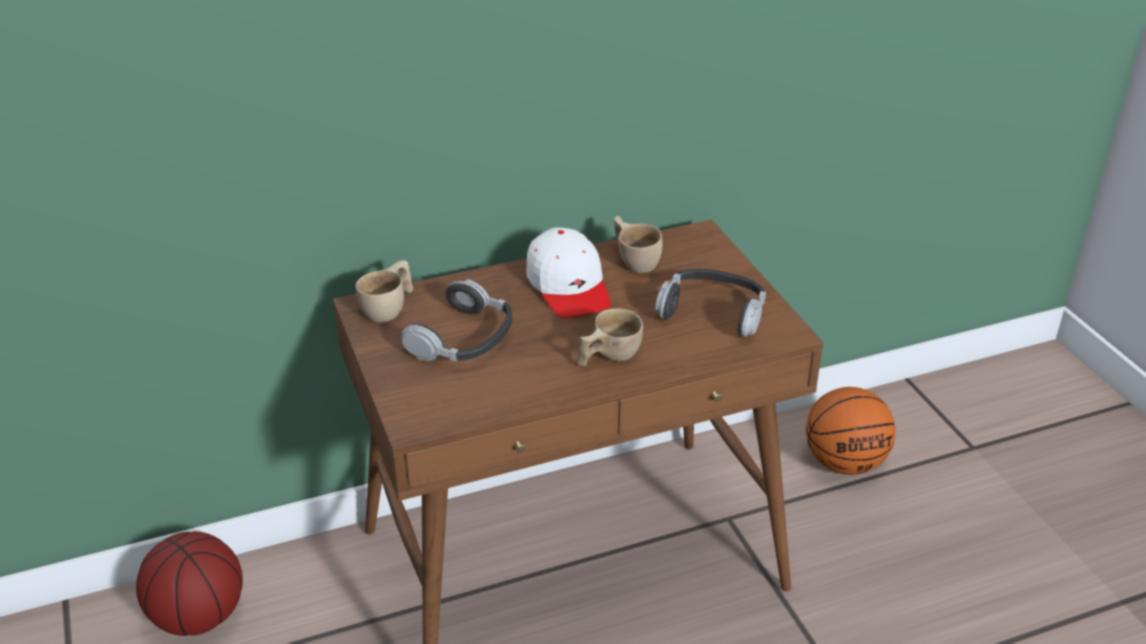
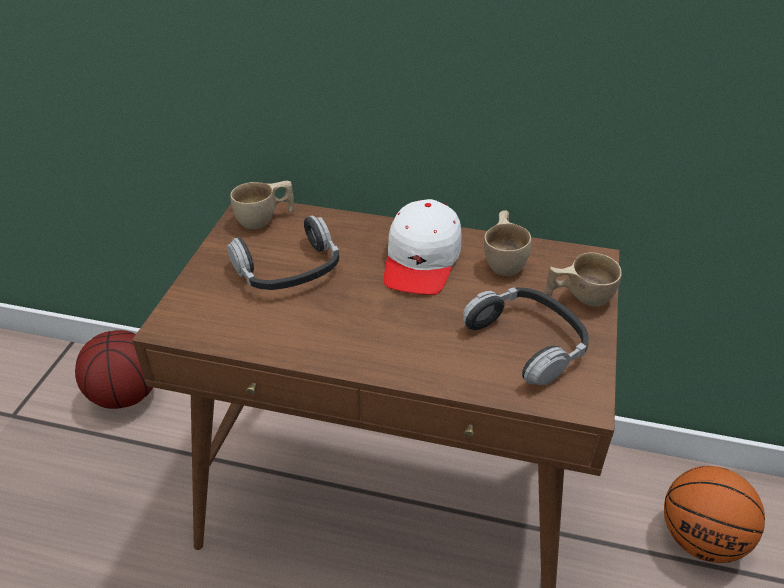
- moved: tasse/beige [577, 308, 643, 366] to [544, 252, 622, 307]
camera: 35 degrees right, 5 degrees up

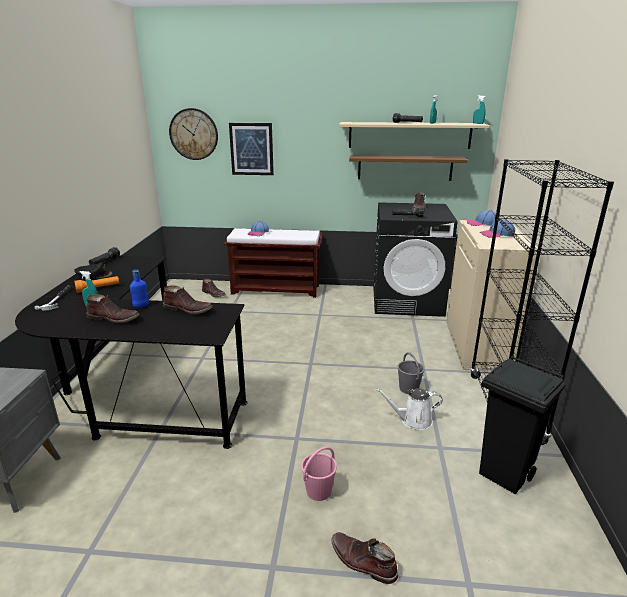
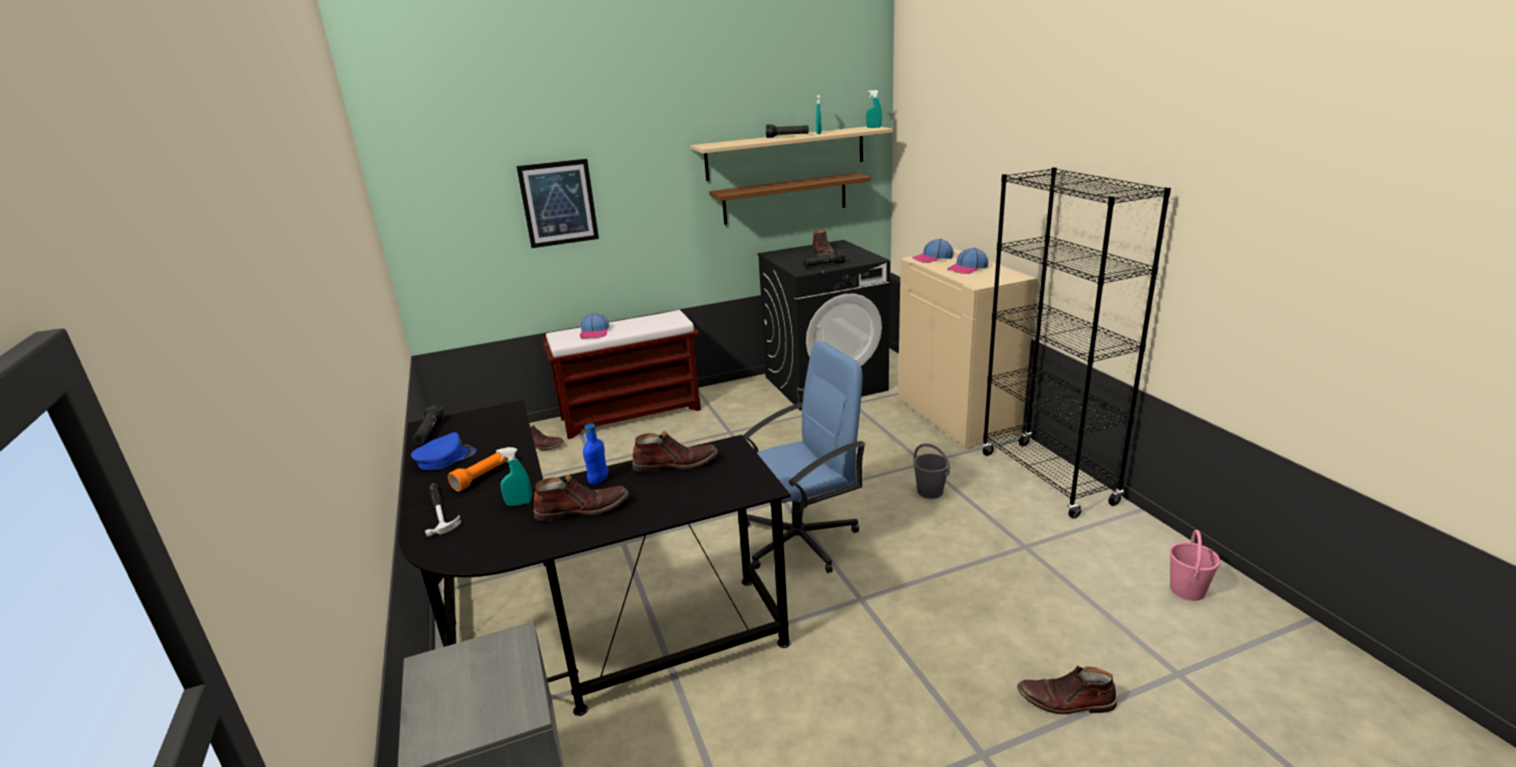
- recoloured: casquette/noir [74, 262, 113, 280] to casquette/bleu [411, 432, 476, 470]
- removed: horloge murale [169, 108, 218, 160]
- moved: seau/rose [301, 446, 337, 501] to [1170, 530, 1221, 601]
- removed: arrosoir/blanc [375, 388, 443, 430]
- removed: poubelle/noir [479, 355, 566, 494]
- added: chaise de bureau/bleu [743, 341, 866, 573]
camera: 25 degrees left, 0 degrees up

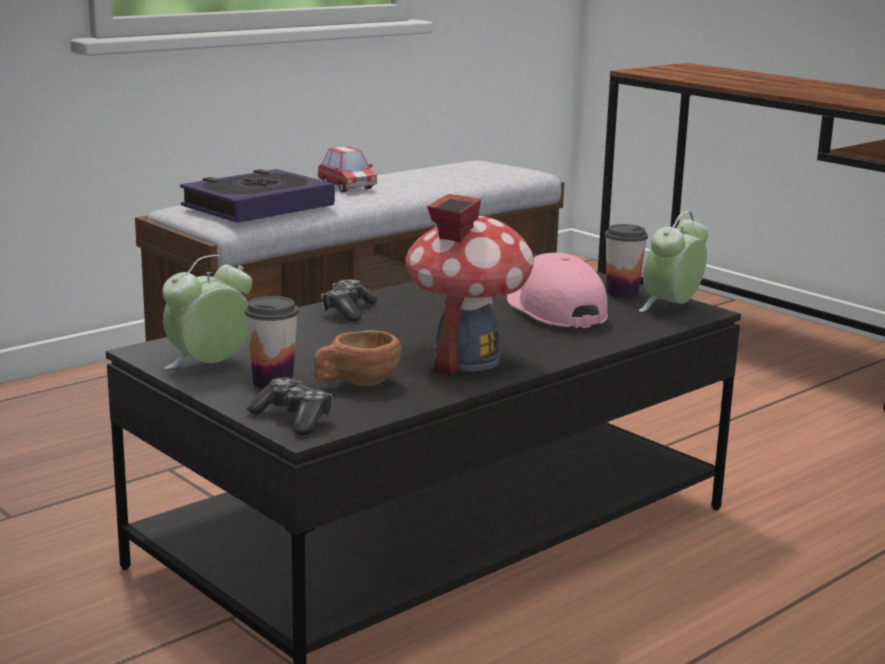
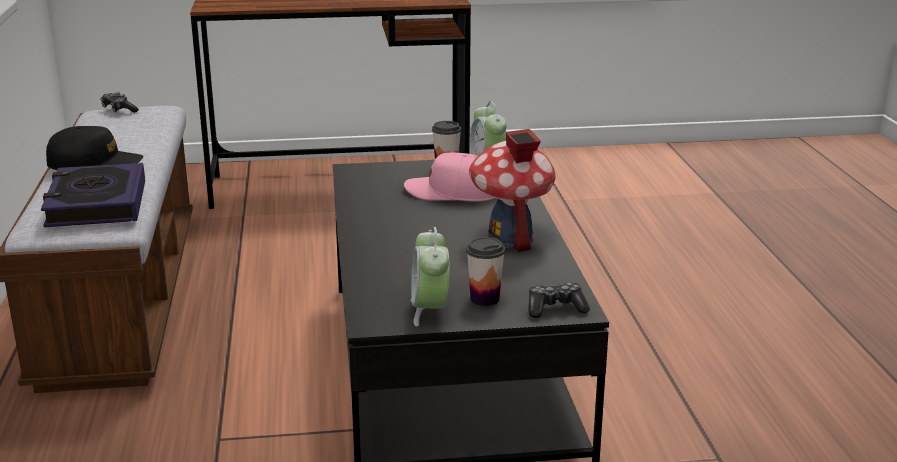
- removed: tasse/marron [314, 330, 401, 386]
- replaced: petite voiture [317, 146, 377, 192] to casquette/noir [46, 126, 143, 170]
- moved: manette [321, 279, 377, 321] to [100, 92, 139, 113]
camera: 55 degrees left, 5 degrees up

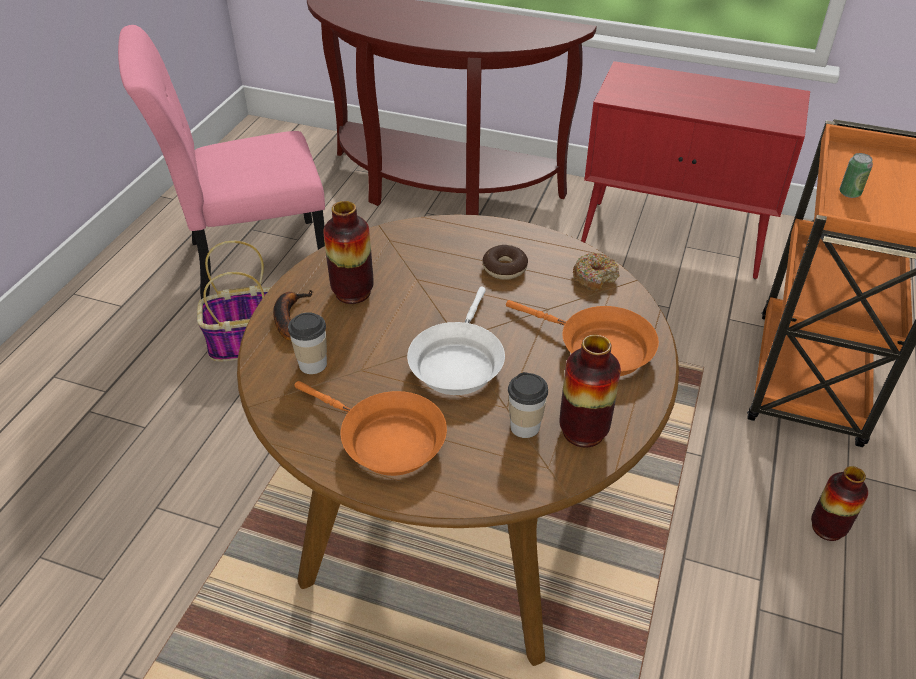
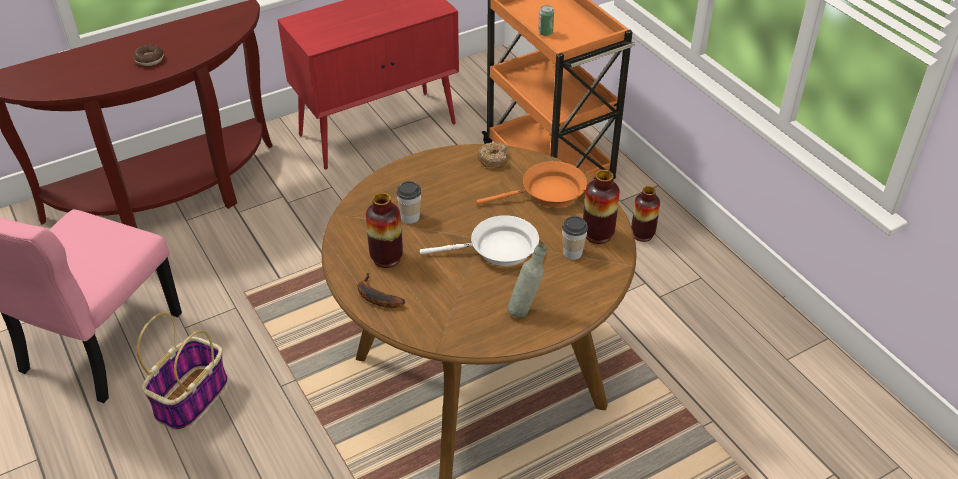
- moved: tasse [288, 312, 327, 374] to [396, 181, 421, 224]
- replaced: poêle/orange [295, 381, 447, 476] to bouteille/gris [507, 244, 546, 318]
- turned: poêle/blanc [407, 286, 505, 395] = [420, 215, 539, 266] 60 degrees counterclockwise
- moved: beignet [483, 245, 528, 280] to [133, 45, 164, 66]
camera: 50 degrees left, 0 degrees up

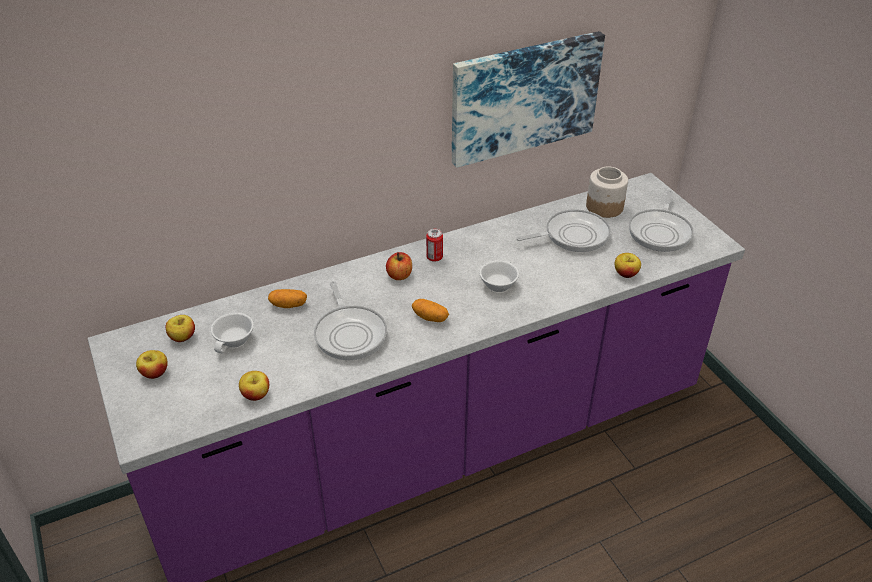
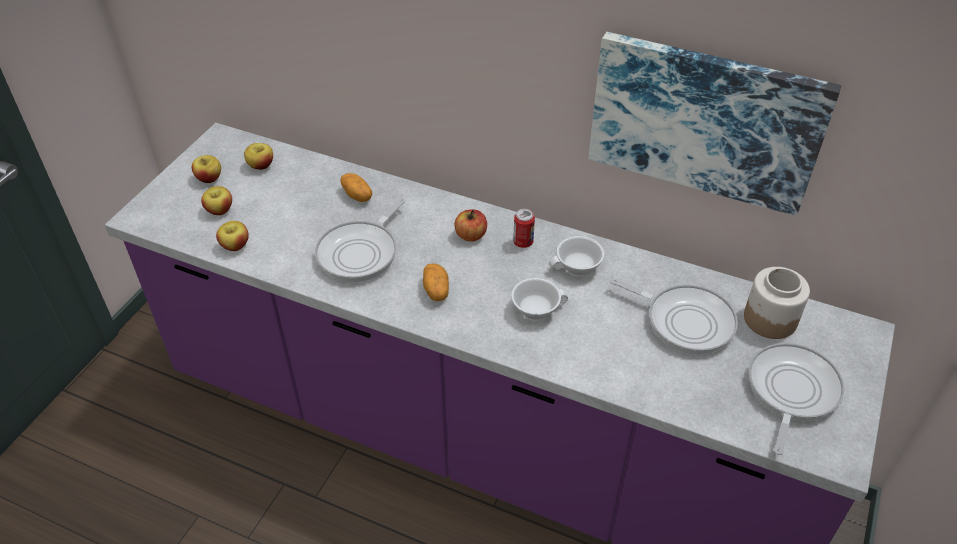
- moved: tasse/blanc [211, 313, 254, 353] to [549, 236, 604, 277]
- moved: pomme [615, 253, 641, 278] to [201, 186, 232, 215]
- turned: poêle [629, 190, 694, 252] = [749, 343, 845, 455] 135 degrees clockwise
camera: 50 degrees right, 5 degrees up

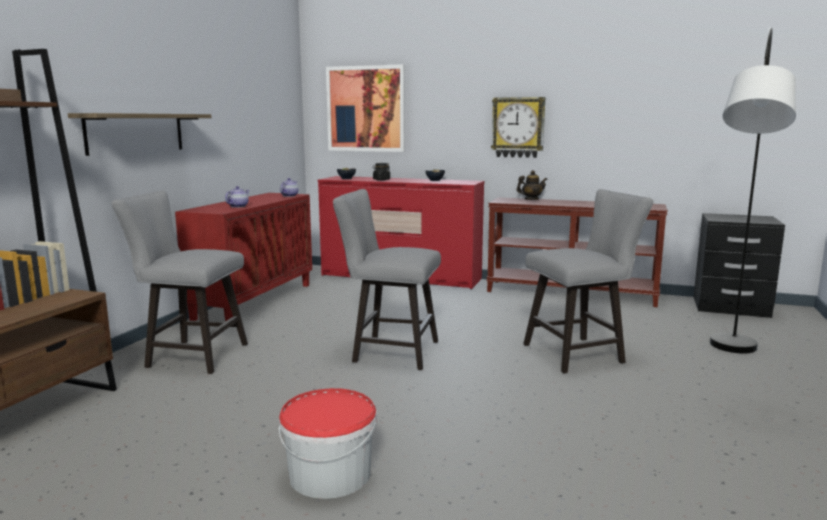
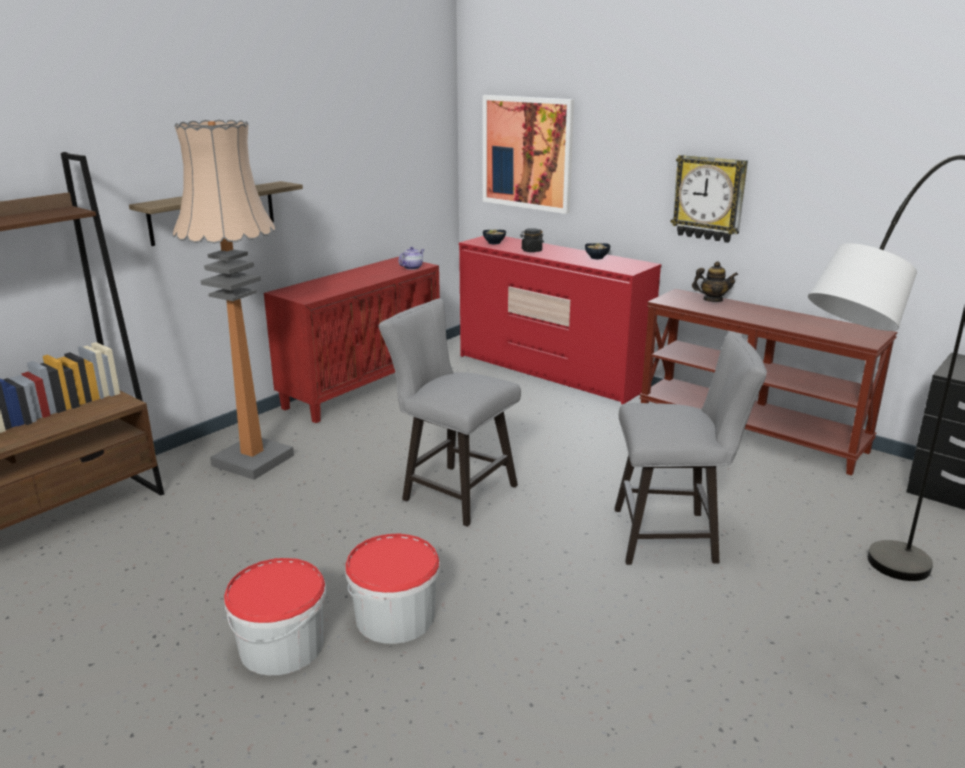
- replaced: chaise/gris [111, 190, 248, 374] to lampadaire [172, 120, 294, 480]
- removed: théière [225, 186, 249, 208]
- added: seau [345, 533, 440, 644]
camera: 20 degrees right, 10 degrees up

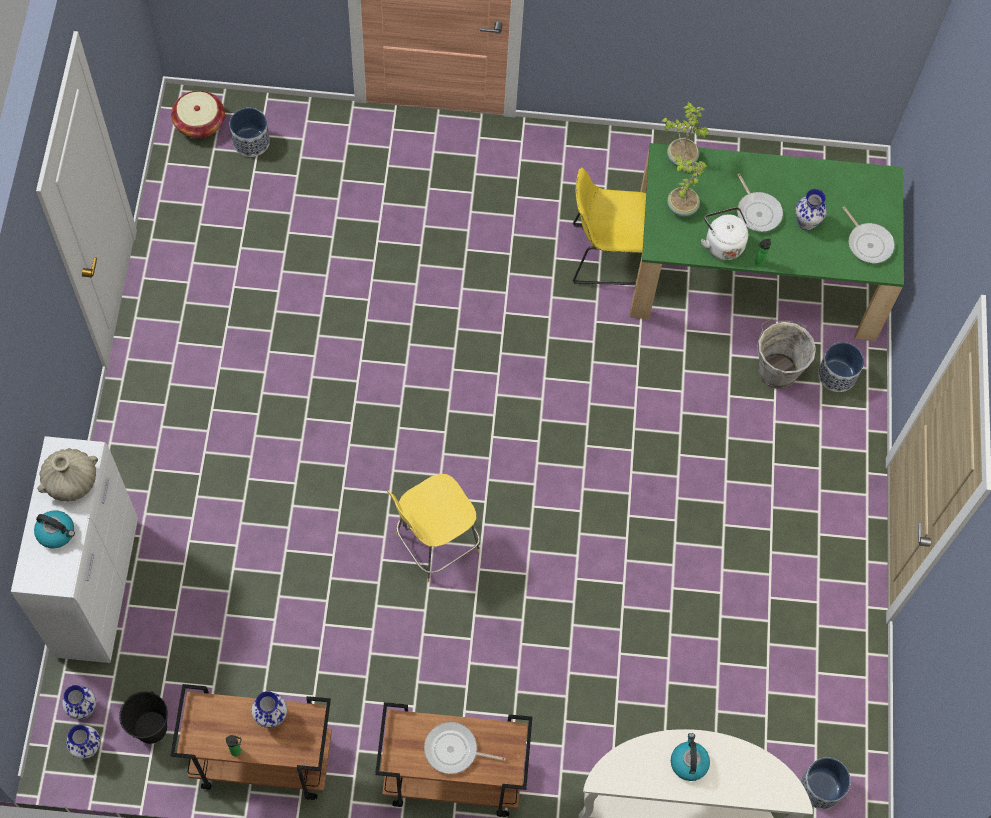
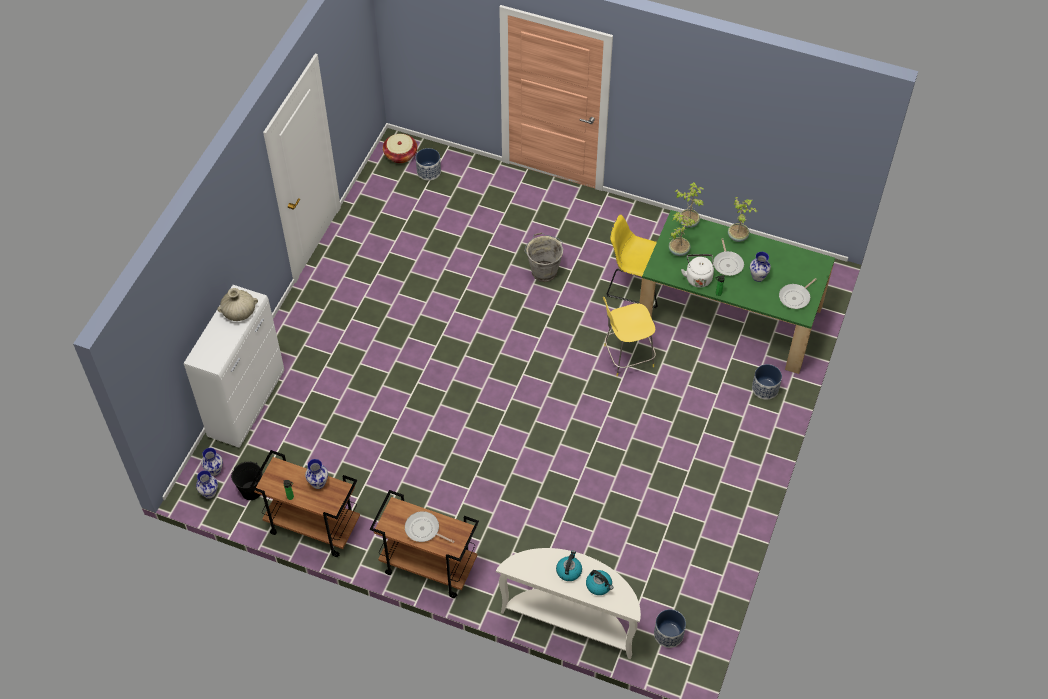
- moved: bouilloire [34, 510, 75, 549] to [586, 570, 613, 595]
- moved: tabouret/jaune [387, 474, 480, 582] to [603, 297, 656, 377]
- moved: seau/gris [757, 318, 816, 389] to [525, 232, 563, 282]
- turned: poêle [842, 206, 895, 263] = [779, 278, 817, 309] 60 degrees clockwise
- added: plante en pot [728, 197, 757, 242]
camera: 20 degrees right, 10 degrees down

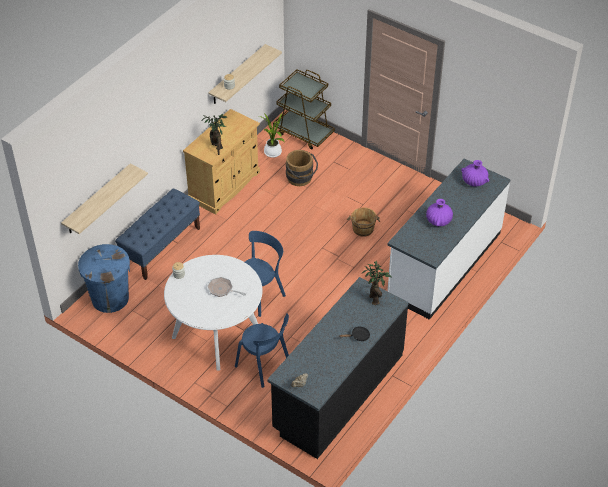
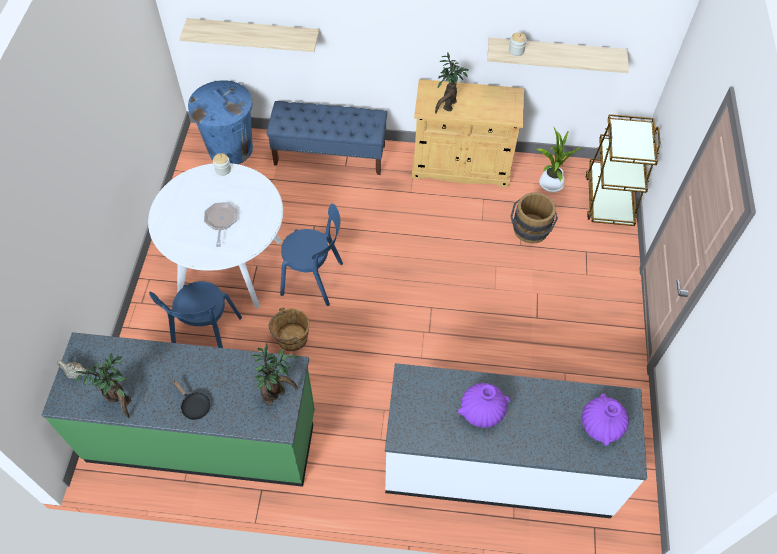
- recoloured: comptoir de cuisine/noir [267, 277, 409, 459] to comptoir de cuisine/vert [42, 332, 315, 487]
- moved: seau/marron [347, 207, 380, 237] to [269, 308, 309, 351]
- added: plante en pot [74, 353, 131, 418]
camera: 60 degrees right, 10 degrees up

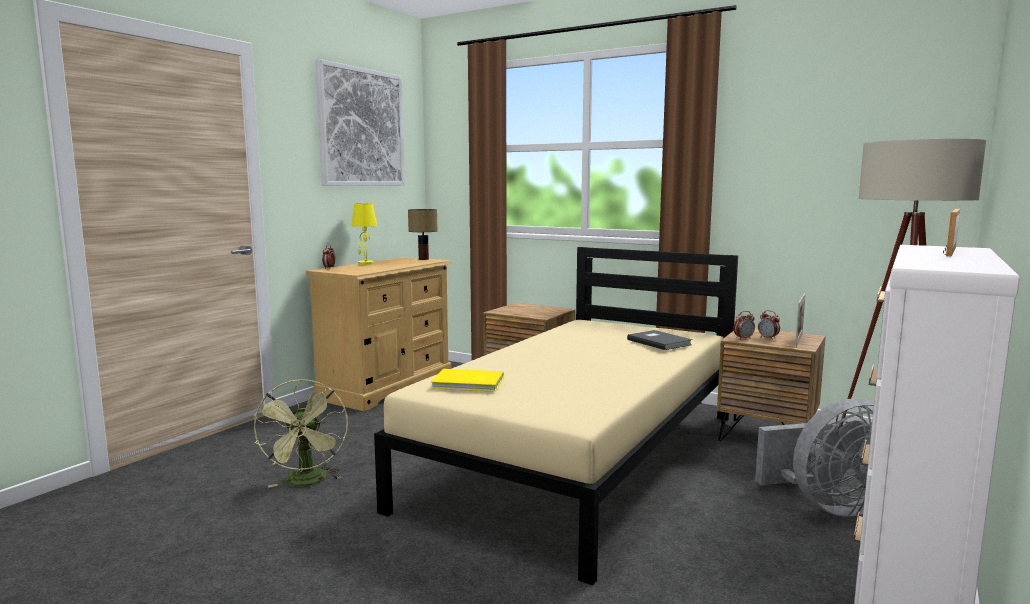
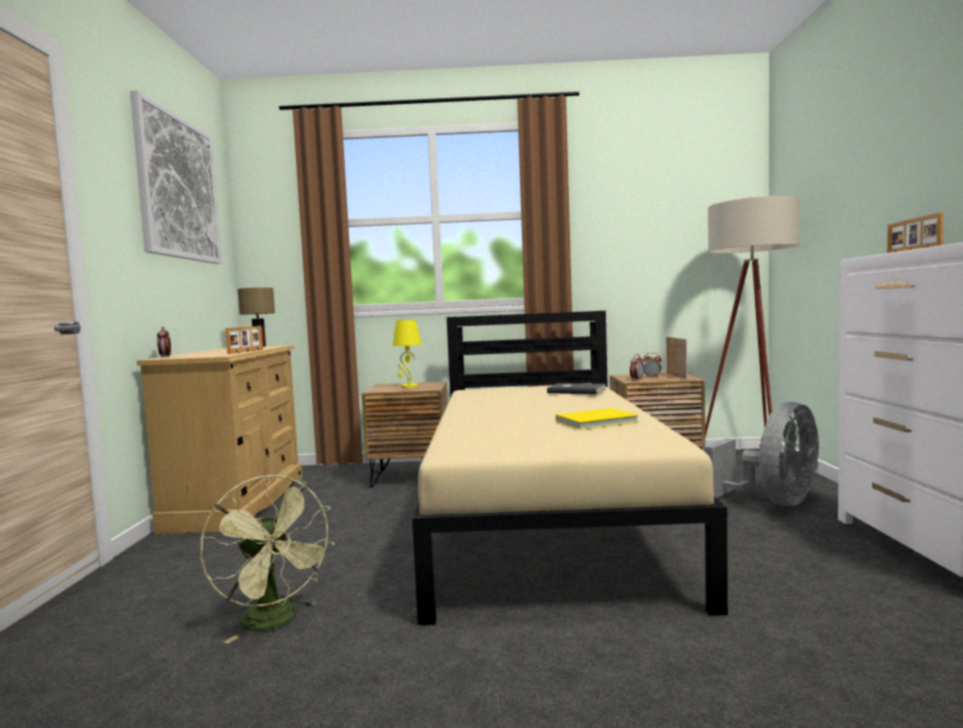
- moved: lampe de table/jaune [351, 203, 377, 265] to [393, 320, 421, 388]
- moved: livre/jaune [431, 369, 504, 392] to [555, 408, 639, 430]
- added: cadre photo [225, 326, 263, 354]
camera: 30 degrees left, 5 degrees down

